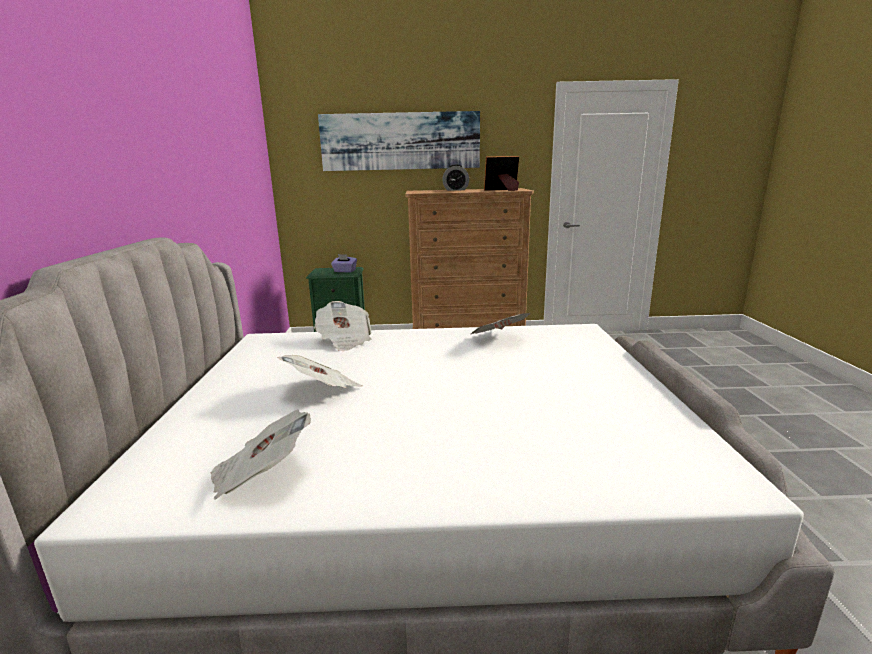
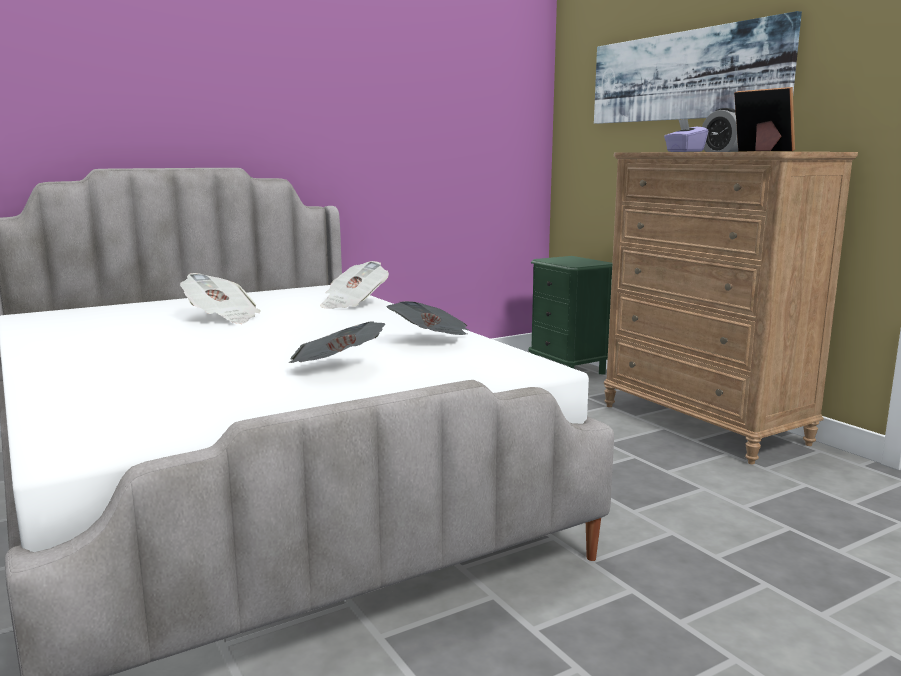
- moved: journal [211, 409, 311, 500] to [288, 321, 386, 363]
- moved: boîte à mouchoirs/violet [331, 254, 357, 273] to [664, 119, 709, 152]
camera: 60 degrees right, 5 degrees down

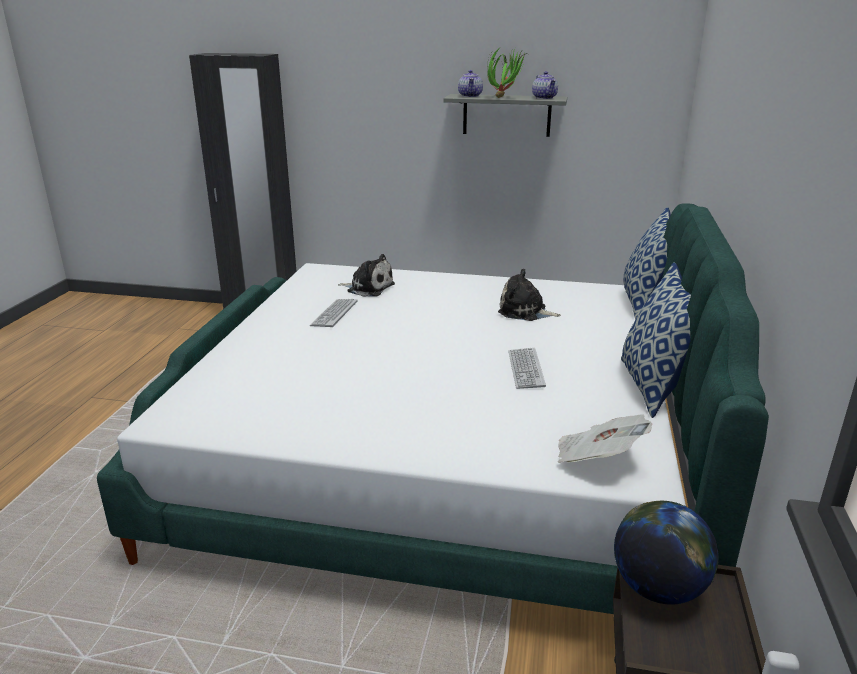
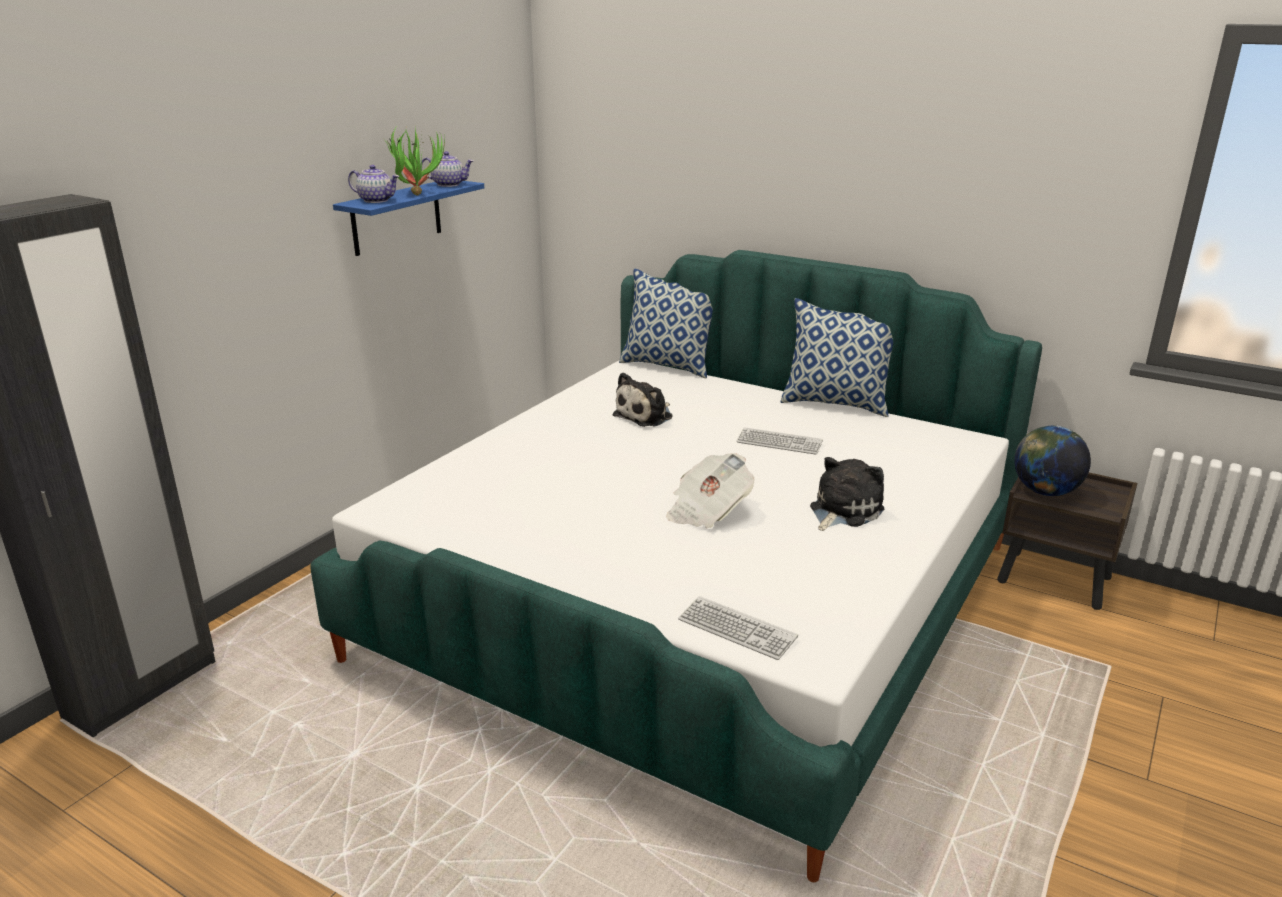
- moved: clavier [310, 299, 358, 327] to [678, 596, 798, 660]
- moved: peluche [338, 254, 395, 297] to [810, 457, 884, 531]
- recoloured: étagère/gris [444, 94, 567, 137] to étagère/bleu [333, 181, 484, 256]
- moved: journal [558, 414, 652, 463] to [666, 453, 755, 528]
camera: 70 degrees left, 0 degrees up

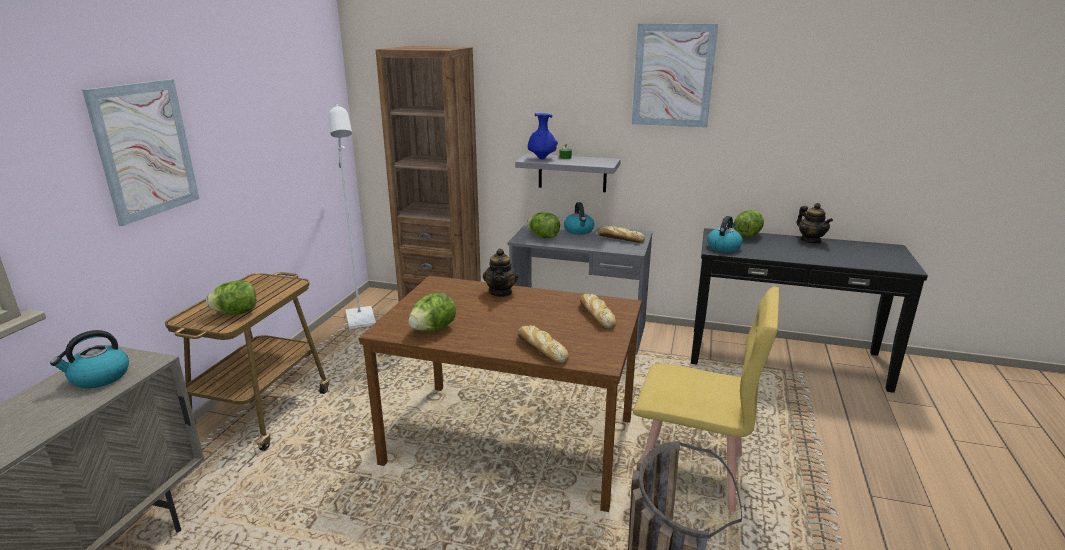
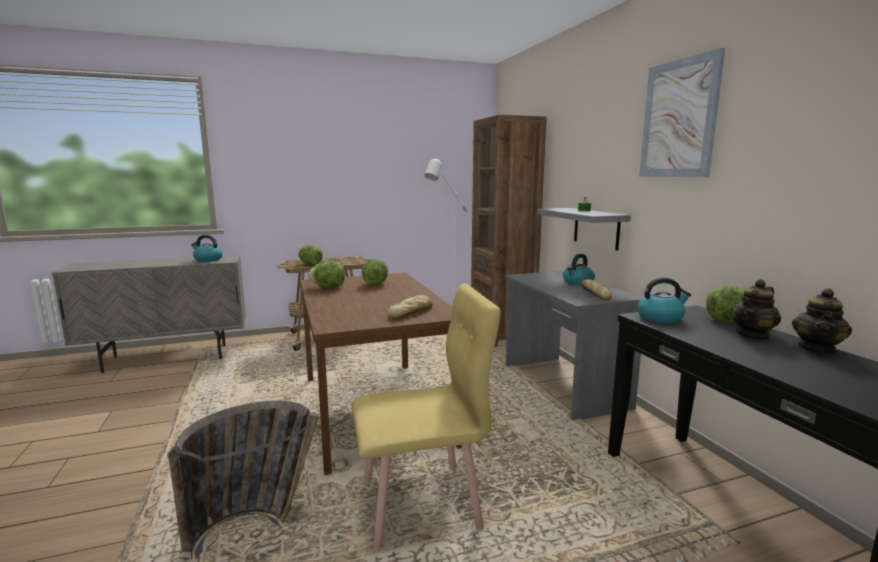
- removed: tableau [82, 79, 199, 226]
- moved: théière [483, 248, 518, 297] to [731, 279, 781, 340]
- removed: pain [517, 325, 569, 364]
- moved: laitue [527, 212, 560, 238] to [362, 258, 388, 285]
- removed: vase/bleu [528, 113, 558, 159]
- turned: chaise/jaune [633, 287, 779, 512] = [352, 283, 501, 549] 90 degrees counterclockwise
camera: 55 degrees right, 10 degrees down

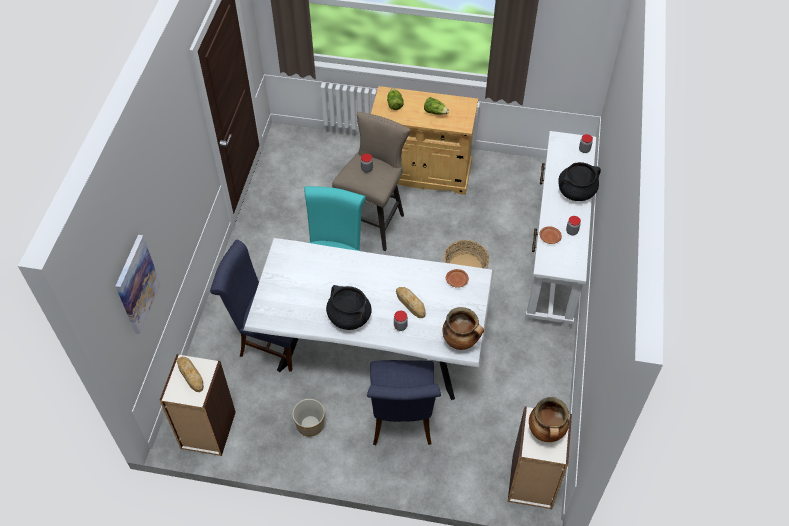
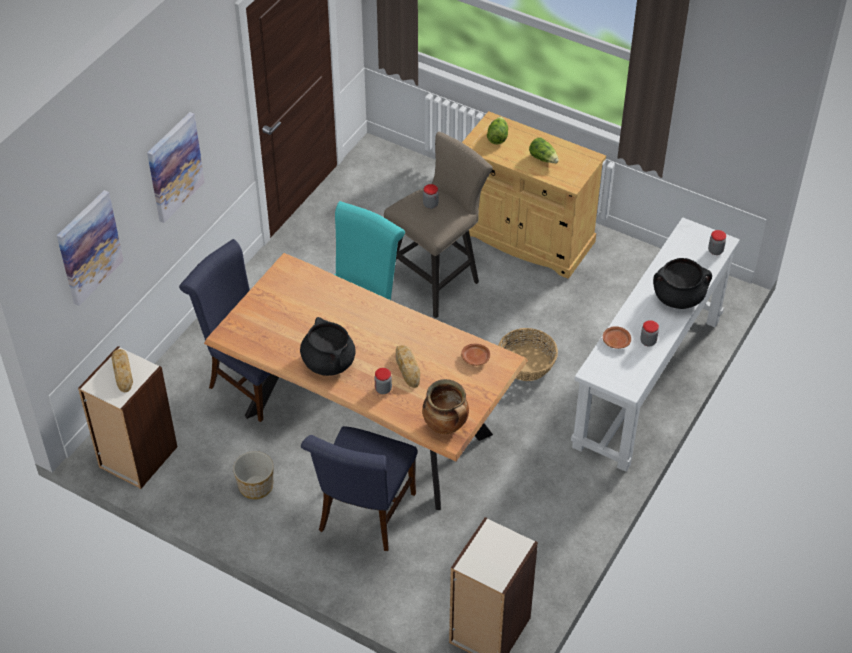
- recoloured: table à manger/blanc [244, 238, 494, 400] to table à manger/marron [204, 253, 528, 510]
- removed: marmite [529, 397, 569, 442]
- added: tableau [147, 112, 205, 223]
camera: 20 degrees right, 5 degrees down

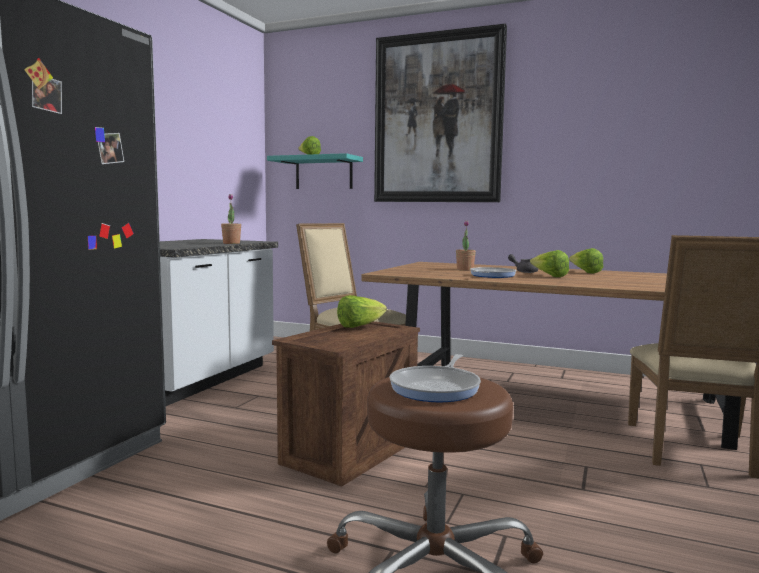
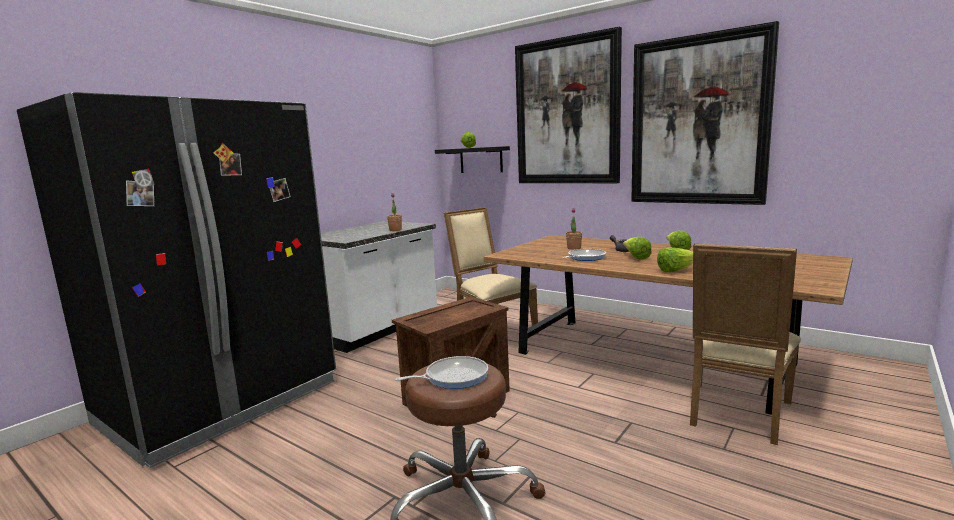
- recoloured: étagère/turquoise [267, 153, 363, 189] to étagère/noir [435, 146, 510, 173]
- moved: laitue [337, 295, 387, 328] to [657, 247, 693, 272]
- turned: poêle [390, 354, 481, 402] = [395, 356, 488, 389] 150 degrees counterclockwise
- added: tableau [631, 21, 779, 205]
camera: 15 degrees right, 5 degrees up

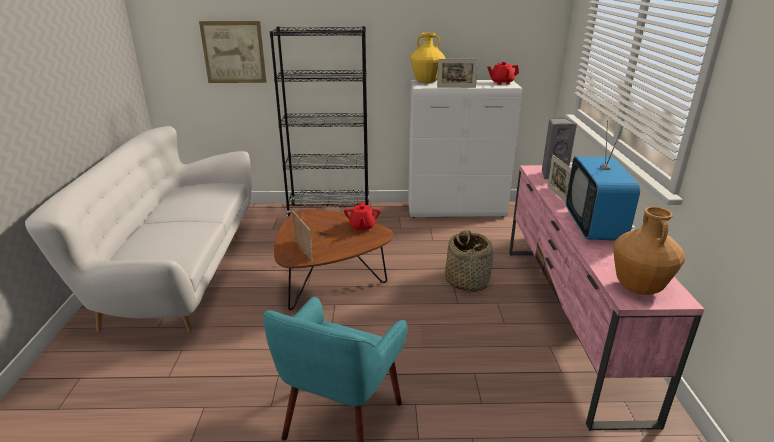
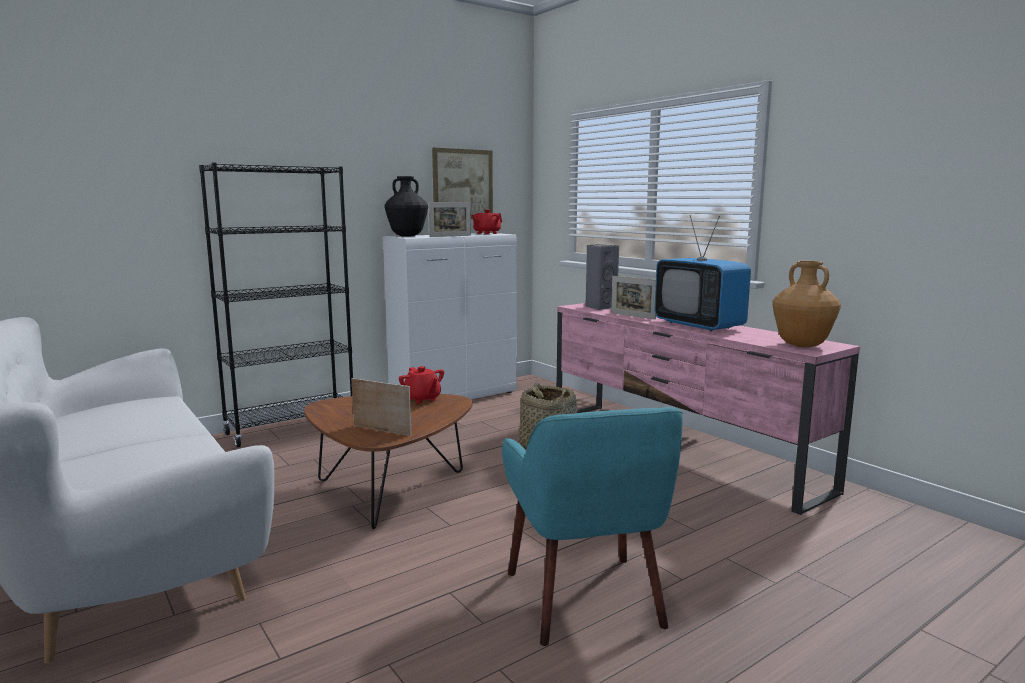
- moved: tableau [199, 21, 267, 83] to [432, 147, 493, 219]
- recoloured: vase/jaune [410, 33, 445, 83] to vase/noir [384, 176, 428, 237]
camera: 35 degrees left, 15 degrees down

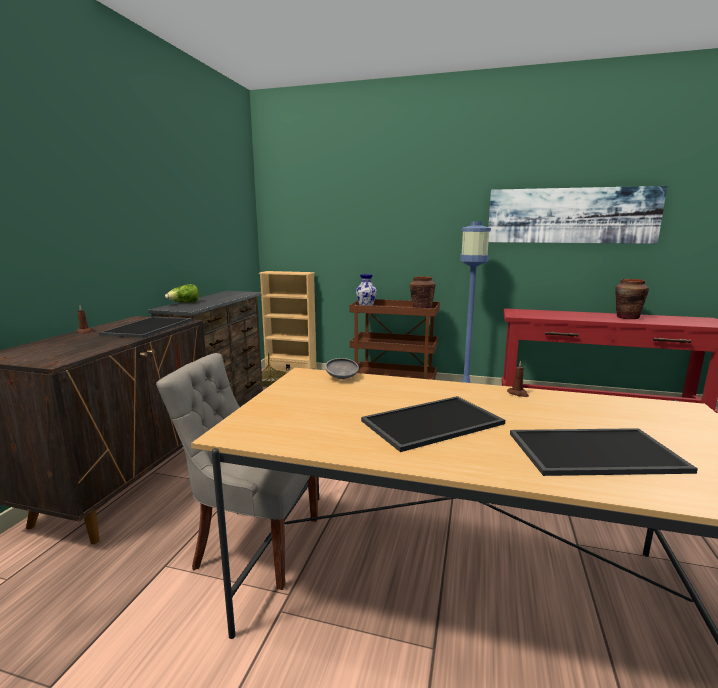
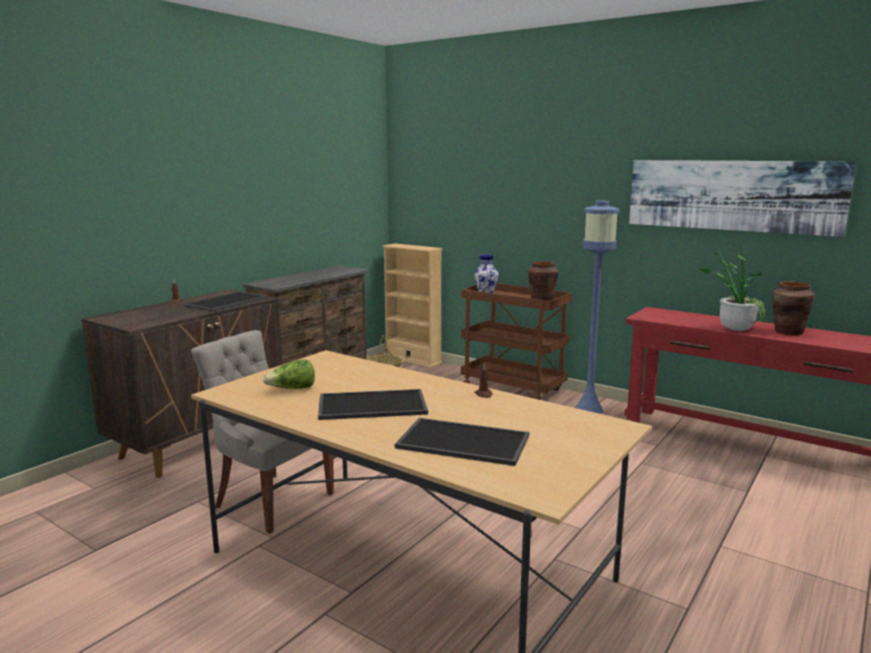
- moved: laitue [165, 284, 199, 303] to [263, 359, 315, 389]
- removed: bol/gris [325, 358, 359, 379]
- added: plante en pot [699, 235, 767, 331]
camera: 20 degrees right, 0 degrees up

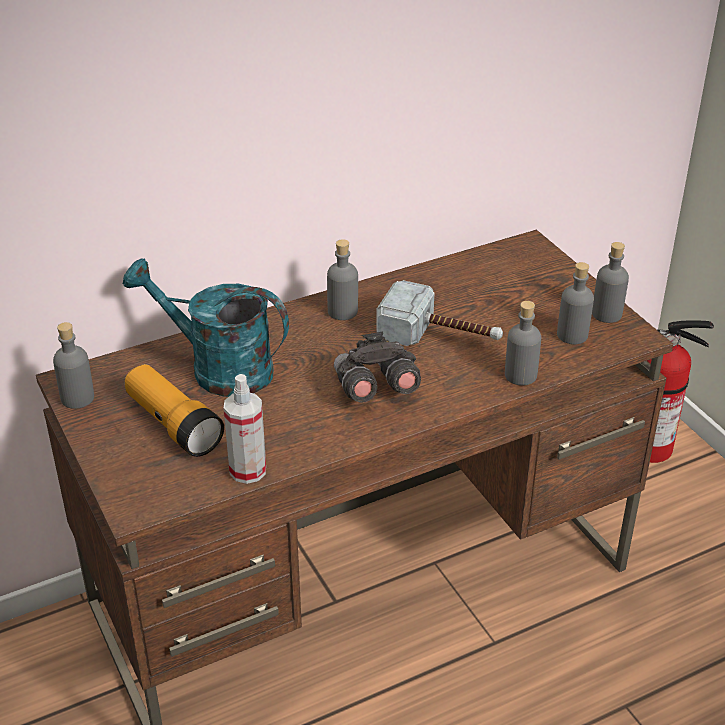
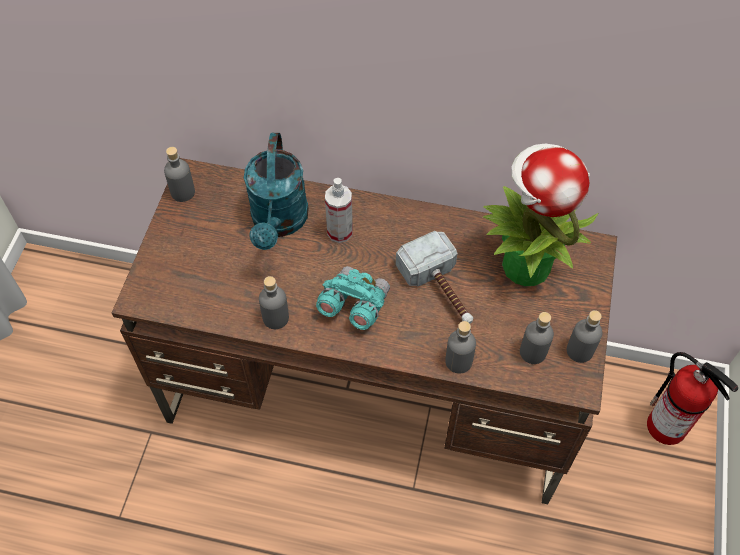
- turned: arrosoir/turquoise [123, 258, 289, 397] = [244, 133, 309, 250] 150 degrees counterclockwise
- removed: lampe de poche [125, 364, 224, 457]
- moved: vaporisateur [224, 374, 266, 484] to [325, 178, 353, 243]
- moved: bouteille/gris [327, 239, 358, 320] to [259, 276, 289, 329]
- recoloured: jumelles/gris [334, 332, 421, 403] to jumelles/turquoise [316, 266, 390, 330]
- added: plante en pot [483, 143, 598, 286]
camera: 40 degrees right, 20 degrees up

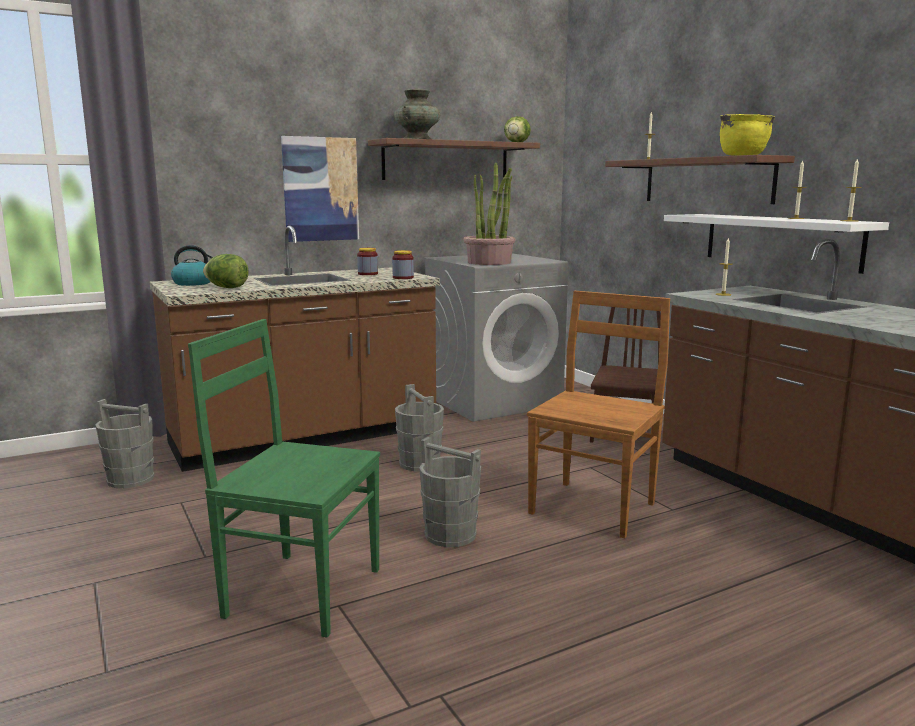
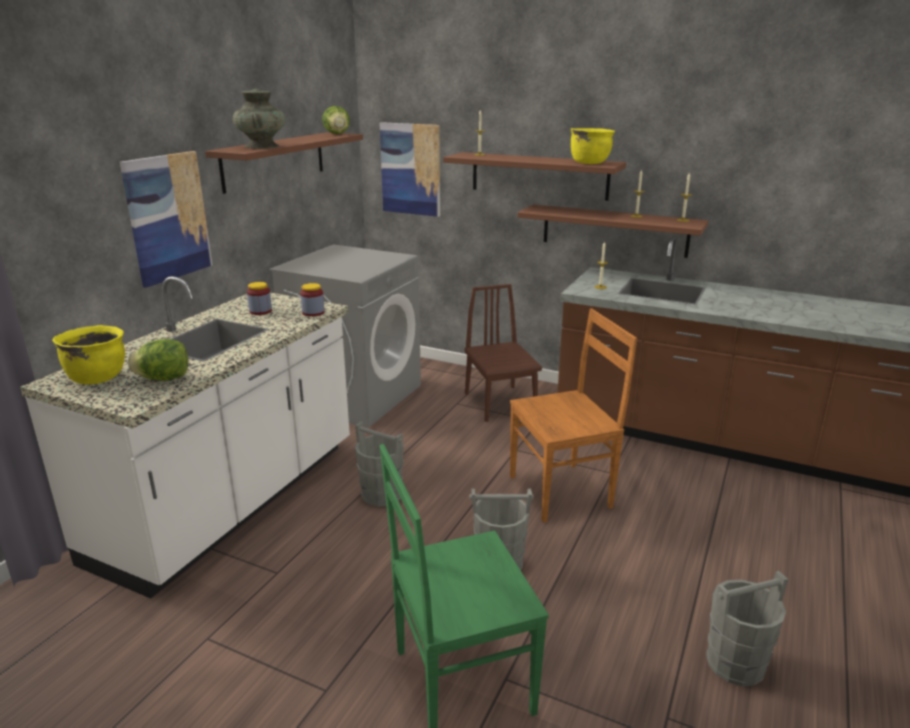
- moved: seau/gris [95, 399, 154, 488] to [706, 571, 788, 686]
- recoloured: comptoir de cuisine/marron [149, 226, 440, 472] to comptoir de cuisine/blanc [20, 276, 350, 599]
- replaced: bouilloire [171, 245, 213, 286] to marmite/jaune [52, 325, 125, 385]
- removed: plante en pot [464, 162, 515, 265]
- turned: chaise/marron [527, 291, 670, 538] = [510, 308, 637, 523] 75 degrees clockwise
- recoloured: étagère/blanc [664, 214, 889, 274] to étagère/marron [518, 205, 708, 258]
- added: tableau [380, 122, 440, 217]
camera: 35 degrees left, 10 degrees up

